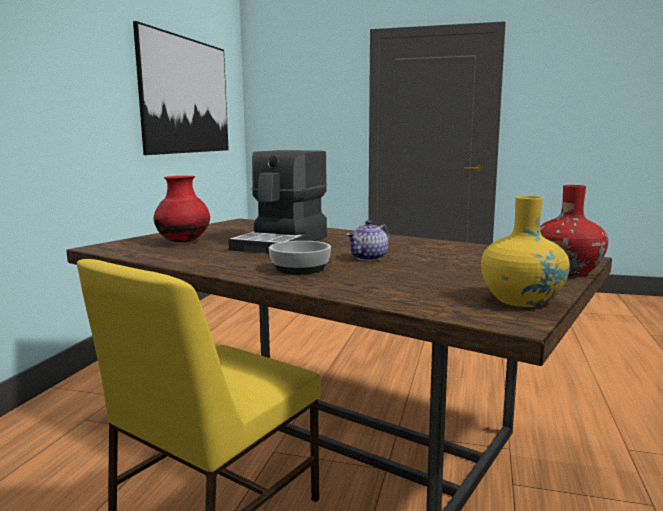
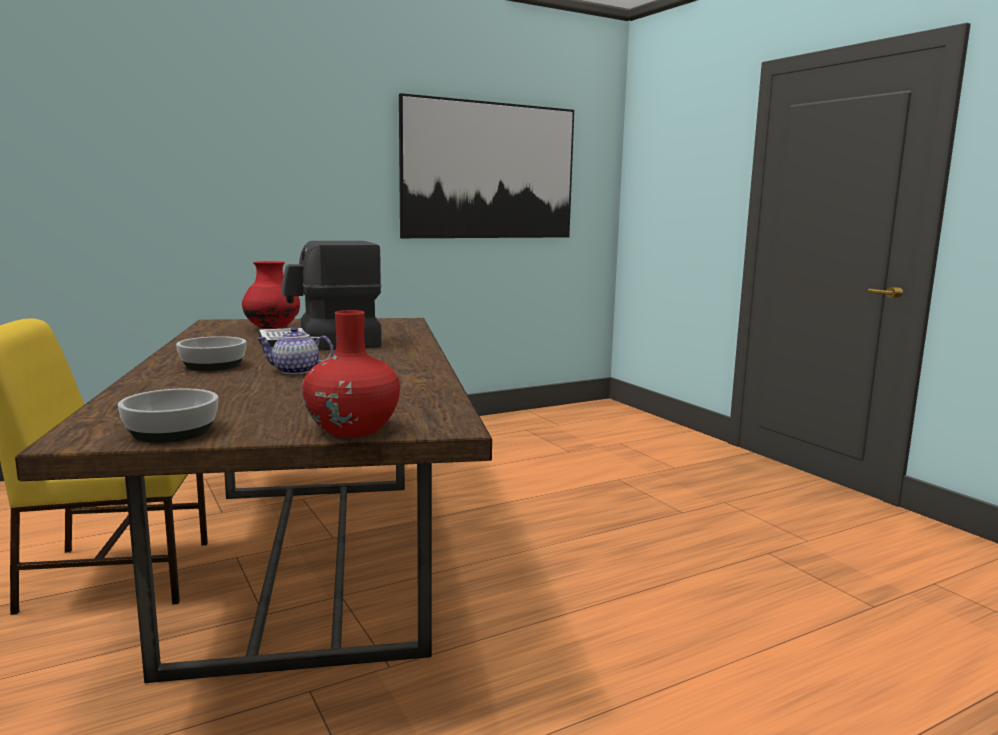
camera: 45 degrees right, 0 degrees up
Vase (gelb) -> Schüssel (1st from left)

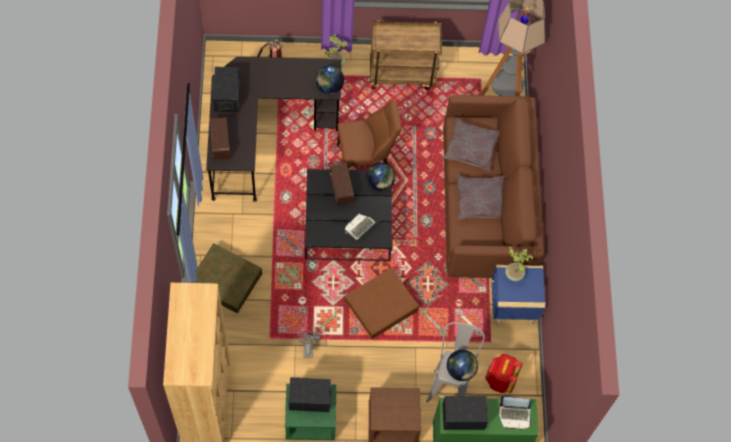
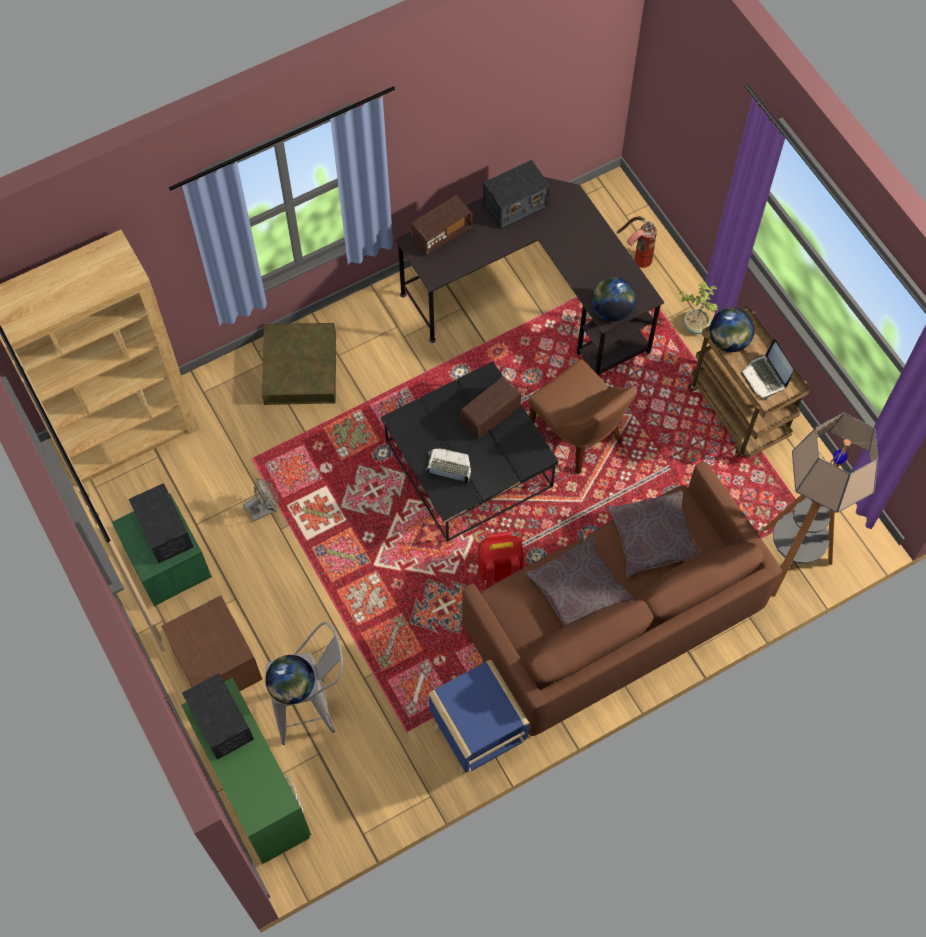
camera: 65 degrees right, 0 degrees up
Globus (2nd from left in the first image) -> Globus (3rd from left), move
Topfpflanze (2nd from left) -> none
Aufbewahrungsbox (braun) (2nd from left) -> none
Rucksack (rot), move
Laptop (2nd from left), move

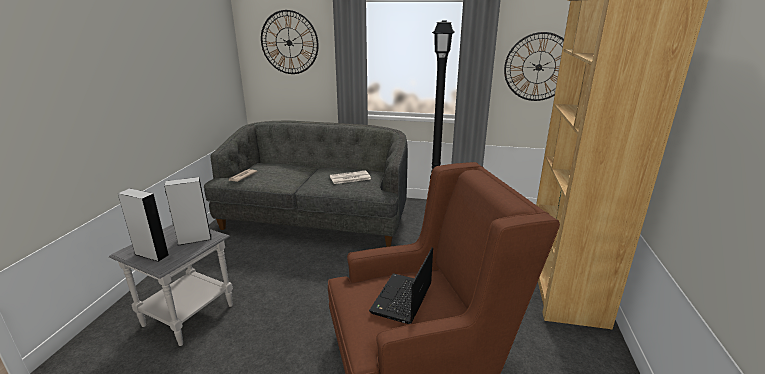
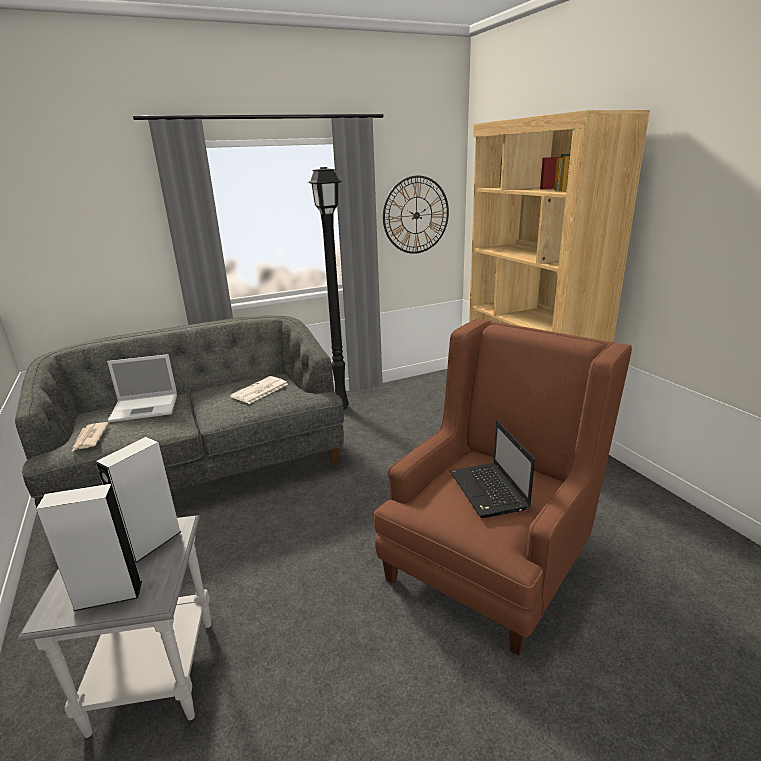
camera: 35 degrees left, 0 degrees up
Wanduhr (1st from left) -> none
none -> Laptop (1st from left)

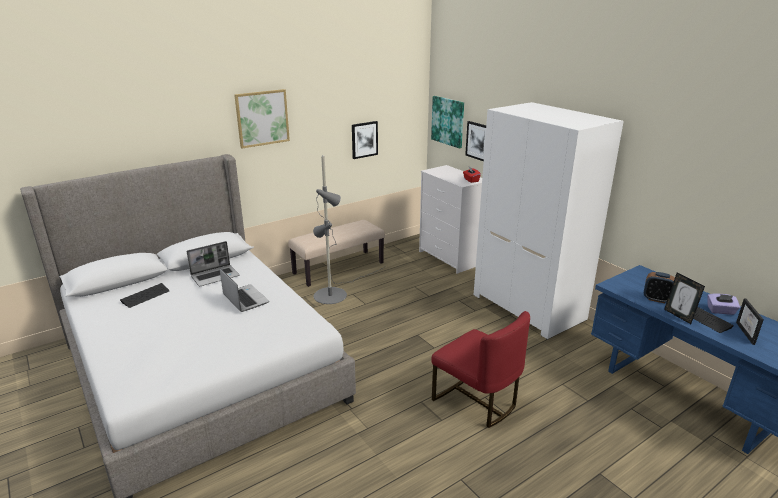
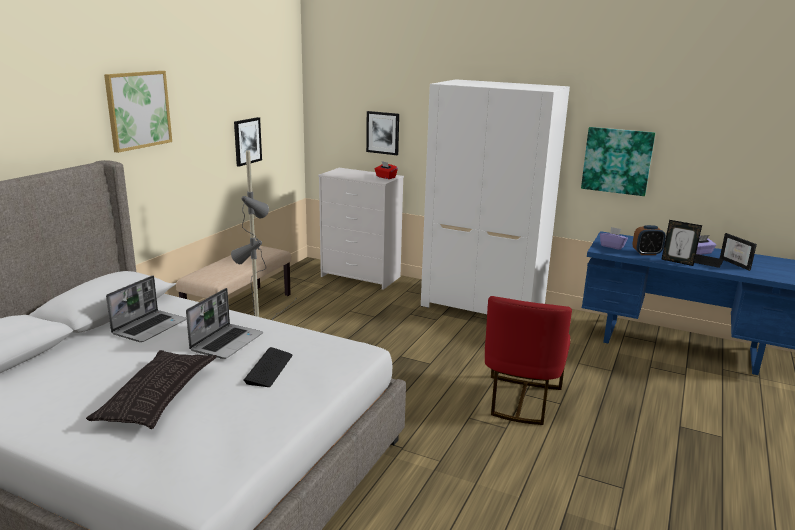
camera: 30 degrees left, 5 degrees down
Bild (3rd from left in the first image) -> Bild (4th from left), move
Laptop (2nd from left), 90 degrees clockwise
Tastatur (1st from left), move
Stuhl (rot), 90 degrees clockwise
none -> Taschentuchbox (lila) (1st from left)
none -> Kissen

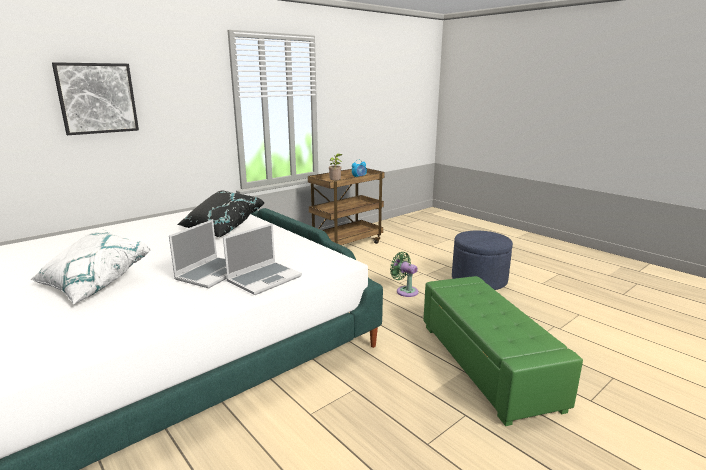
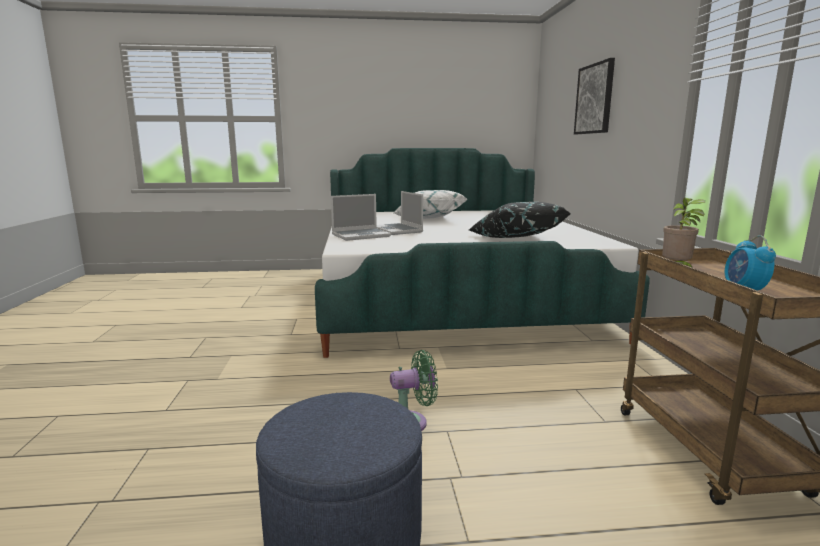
camera: 125 degrees right, 5 degrees down
Laptop (2nd from left in the first image) -> Laptop (1st from left), 105 degrees counterclockwise
Polsterhocker (grün) -> none

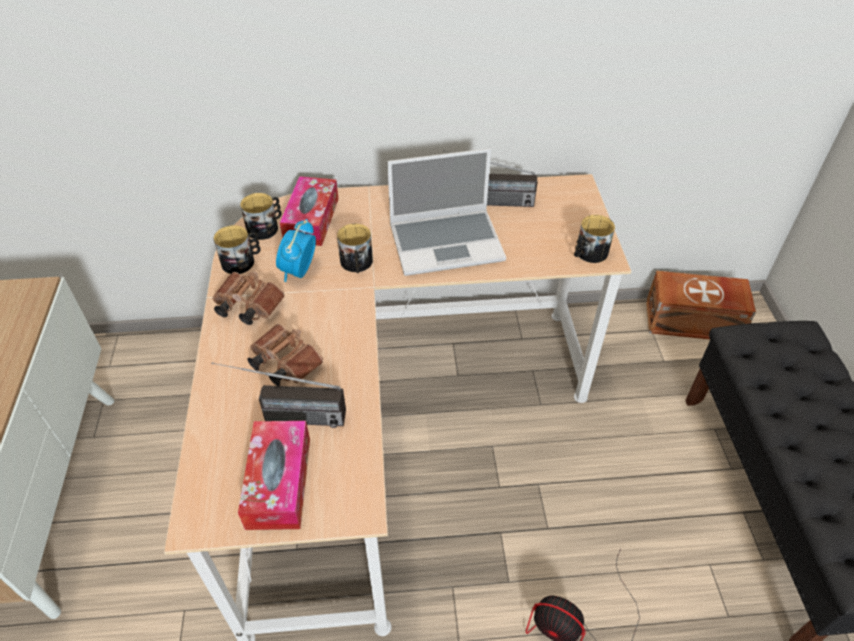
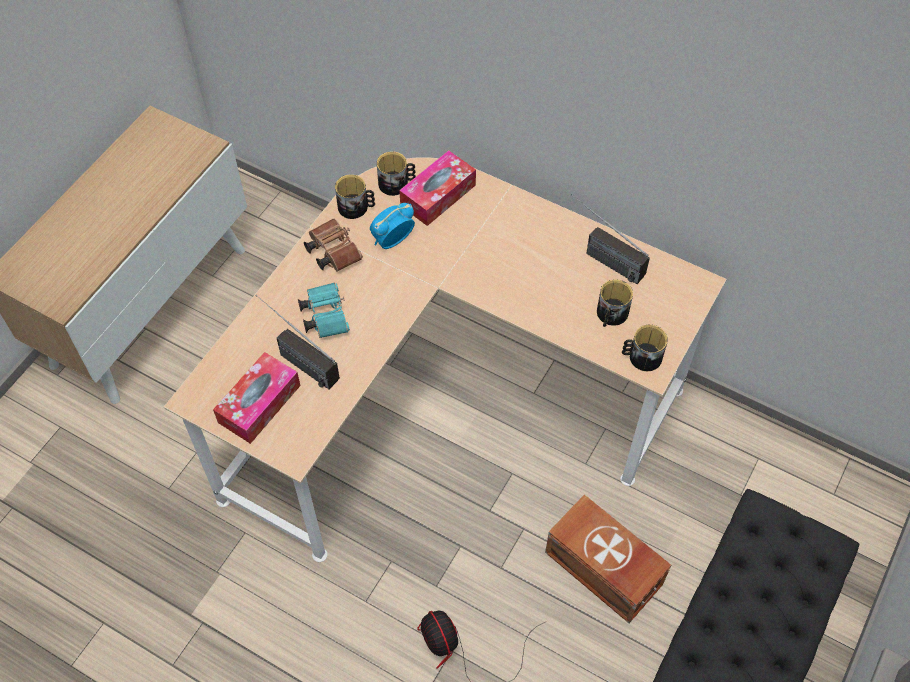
camera: 35 degrees right, 10 degrees up
Laptop -> none
Henkelbecher (3rd from left), move
Aufbewahrungsbox (braun), move
Fernglas (braun) (2nd from left) -> Fernglas (türkis)

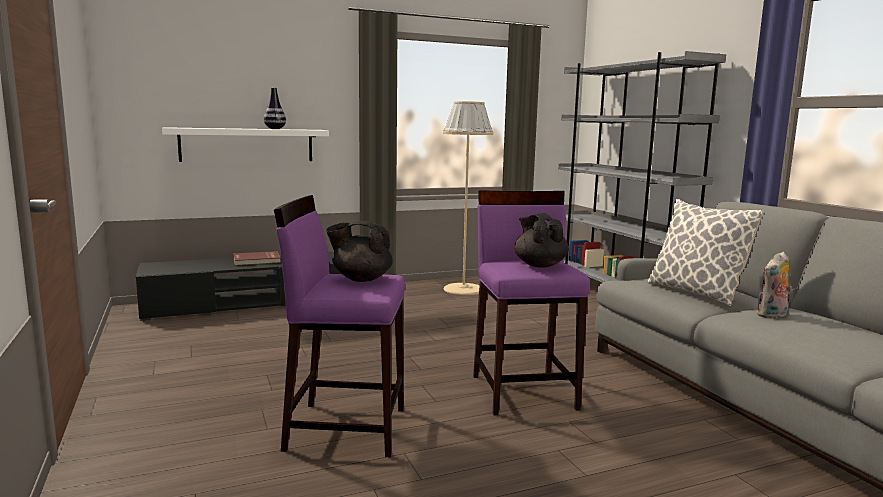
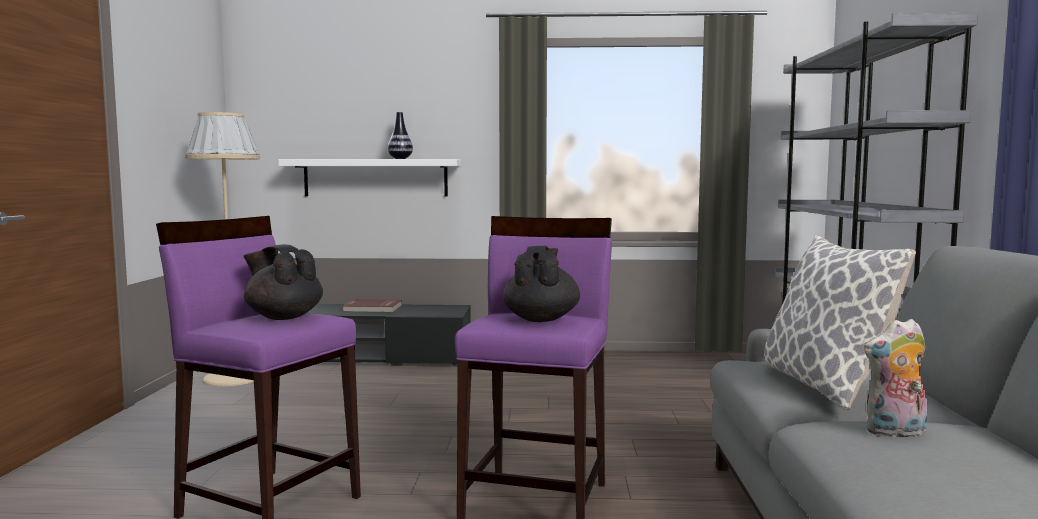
camera: 25 degrees right, 5 degrees down
Stehlampe (beige), move

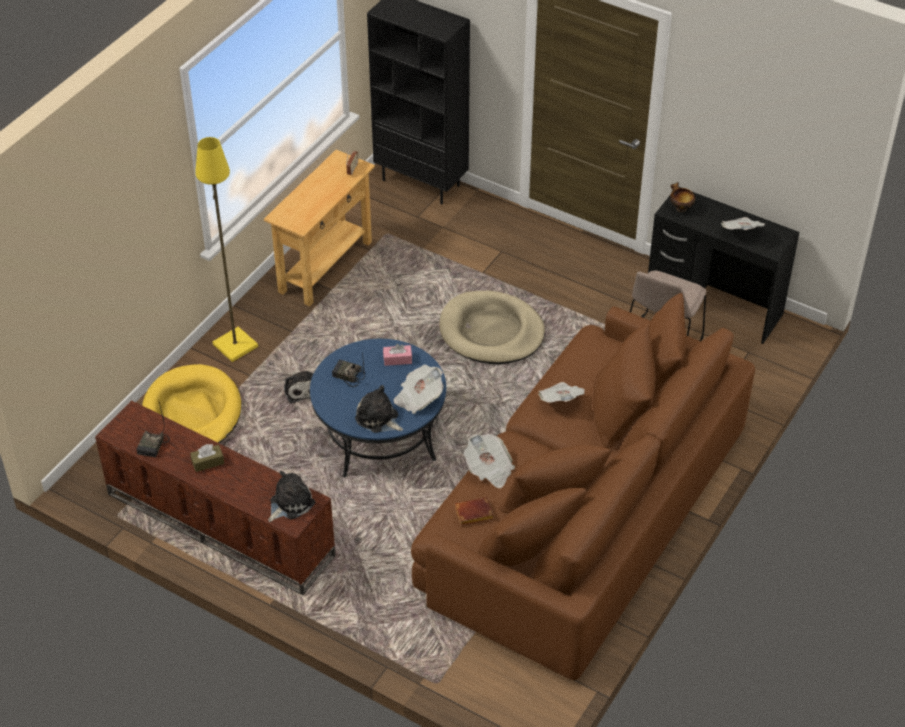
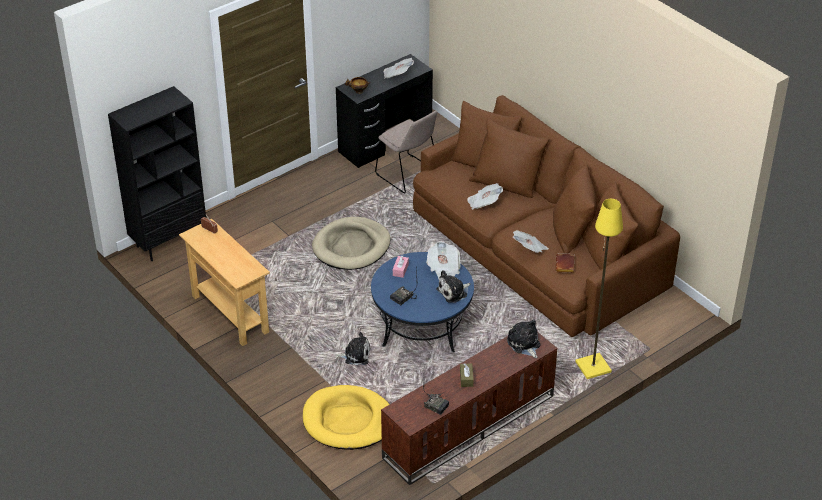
camera: 70 degrees left, 5 degrees down
Stehlampe (gelb), move

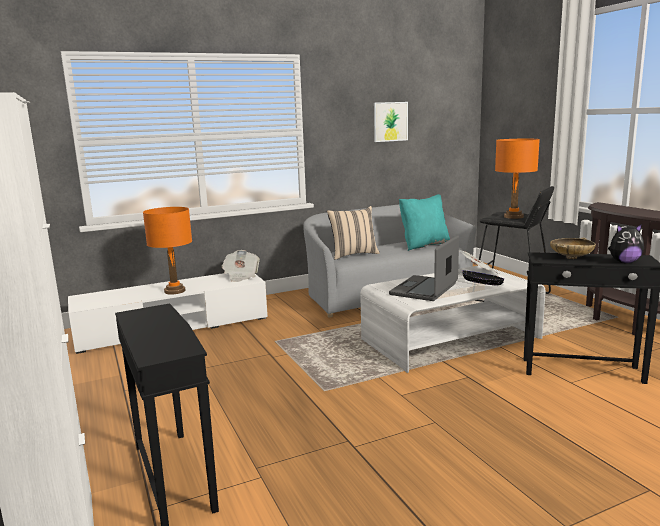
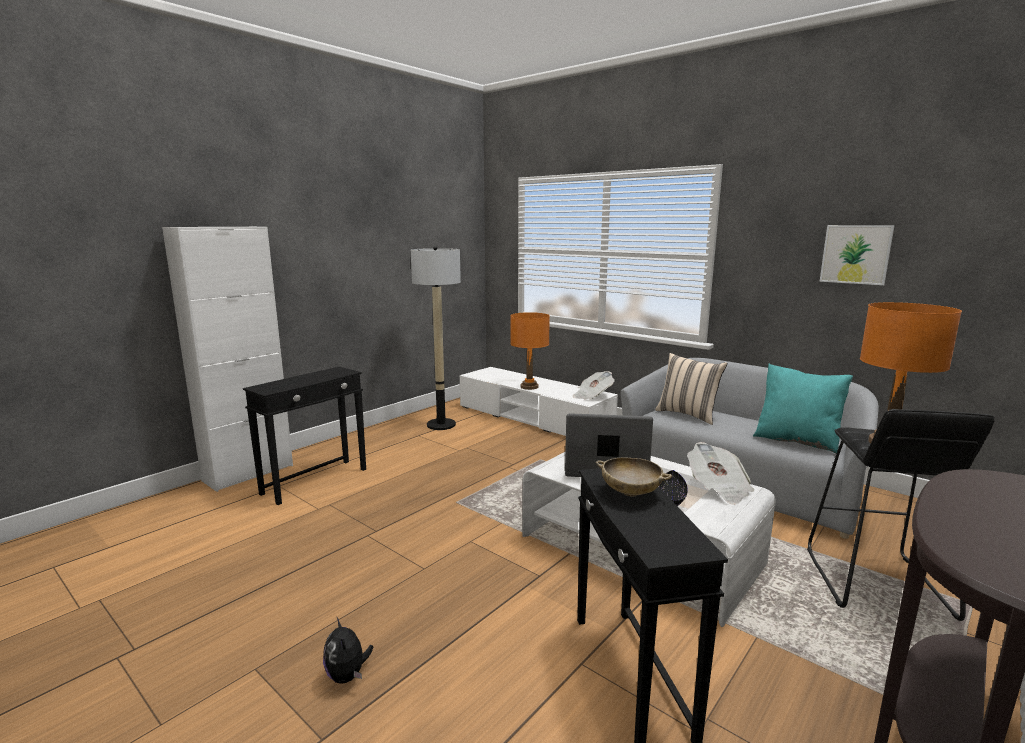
camera: 65 degrees right, 0 degrees up
Plüschtier, move
none -> Stehlampe

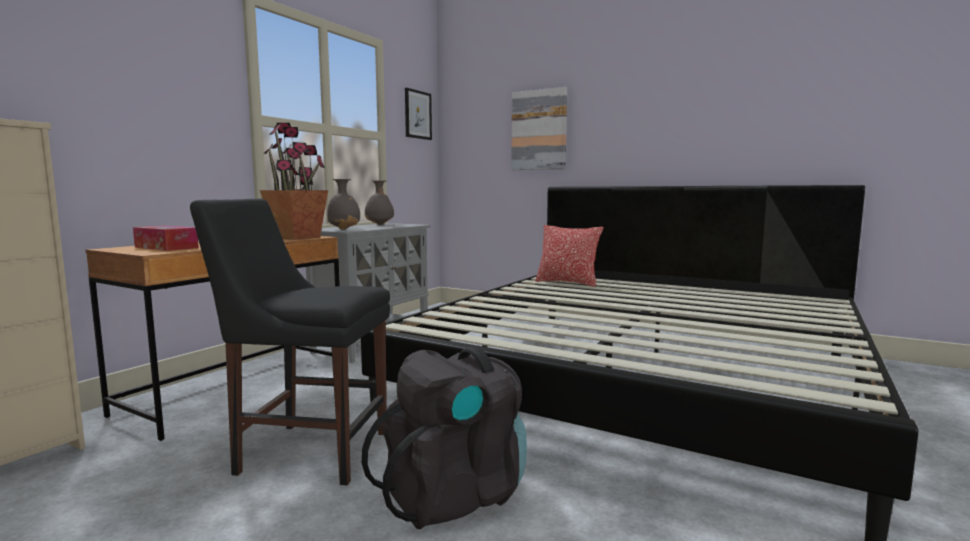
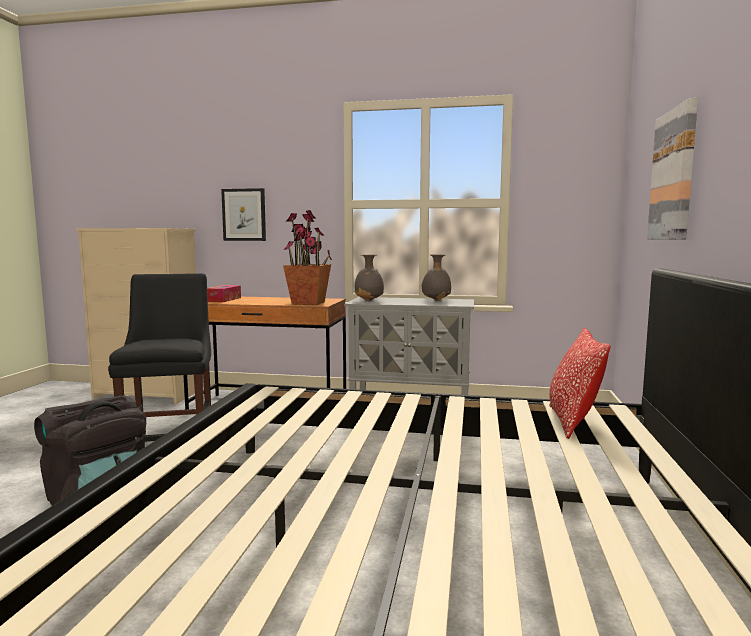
camera: 70 degrees right, 0 degrees up
Bild (1st from left), move

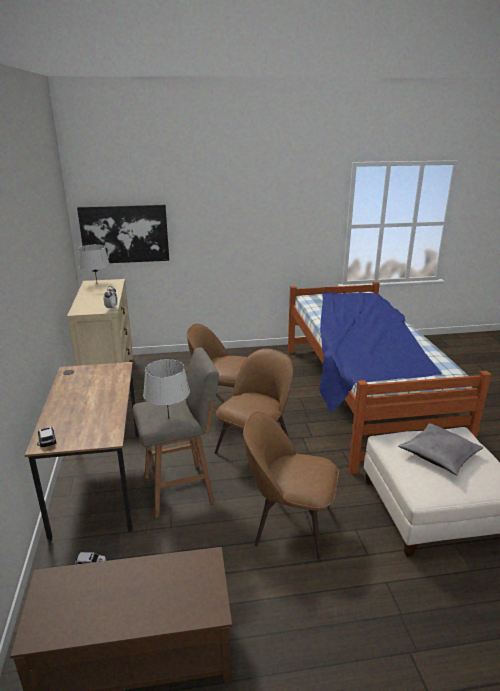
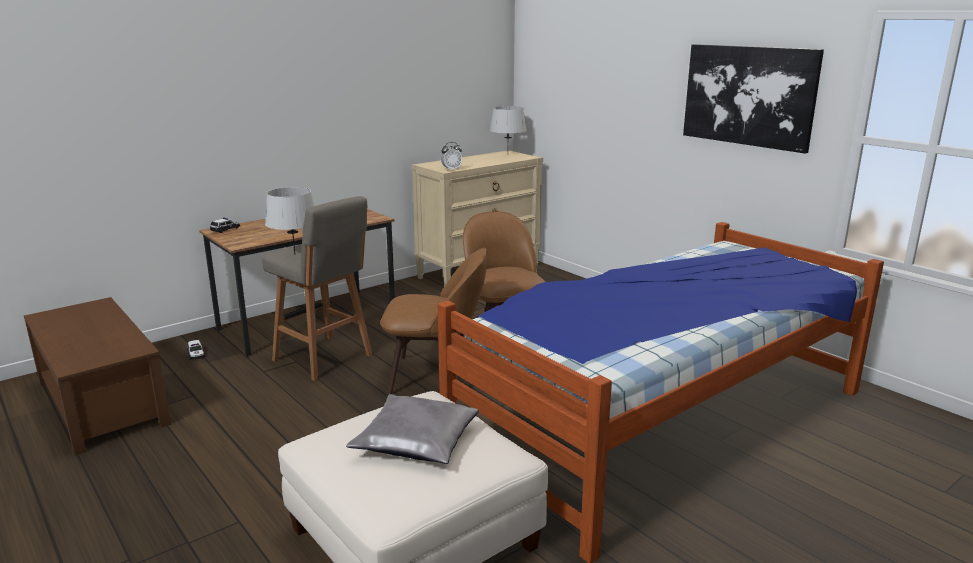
camera: 60 degrees right, 5 degrees down
Bild, move
Stuhl (braun) (3rd from left) -> none

